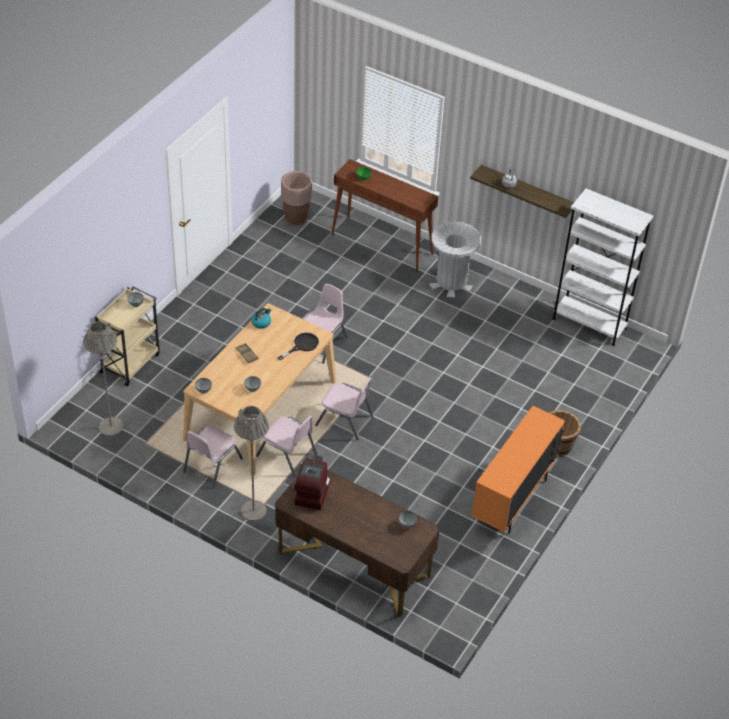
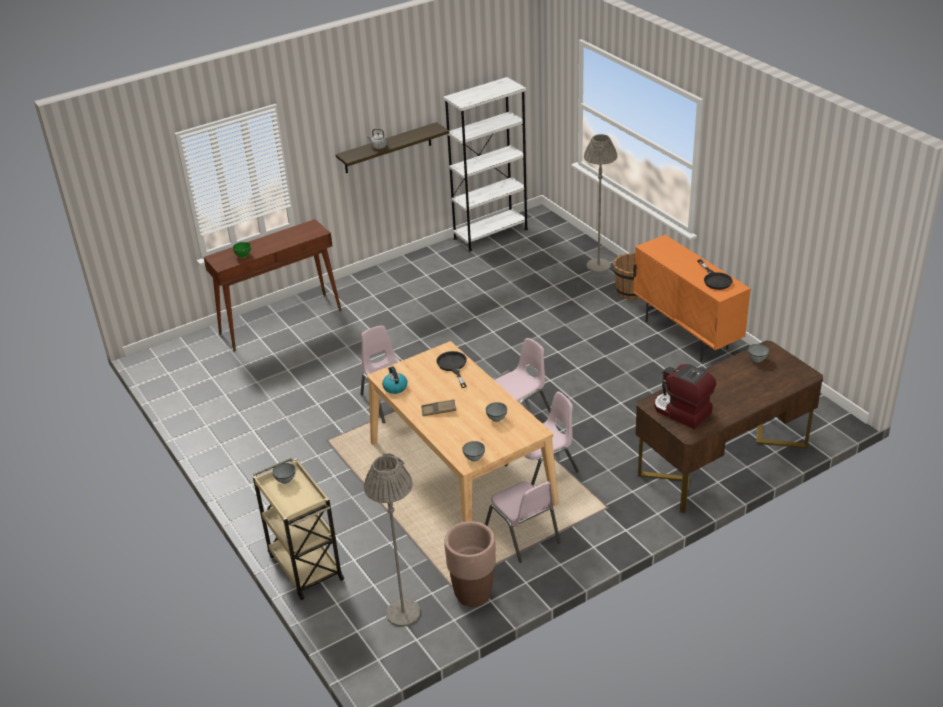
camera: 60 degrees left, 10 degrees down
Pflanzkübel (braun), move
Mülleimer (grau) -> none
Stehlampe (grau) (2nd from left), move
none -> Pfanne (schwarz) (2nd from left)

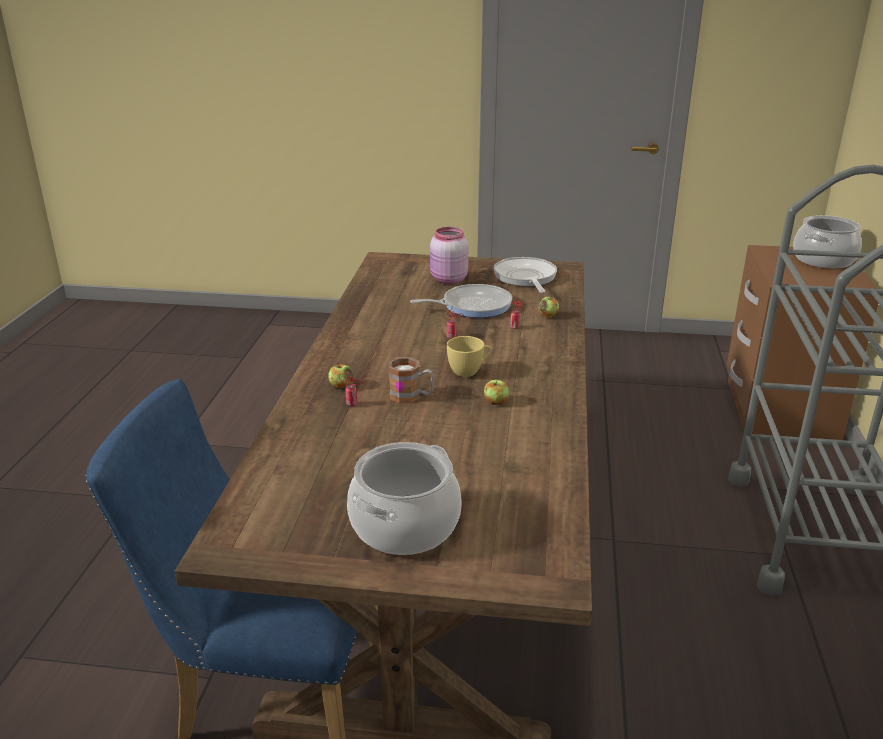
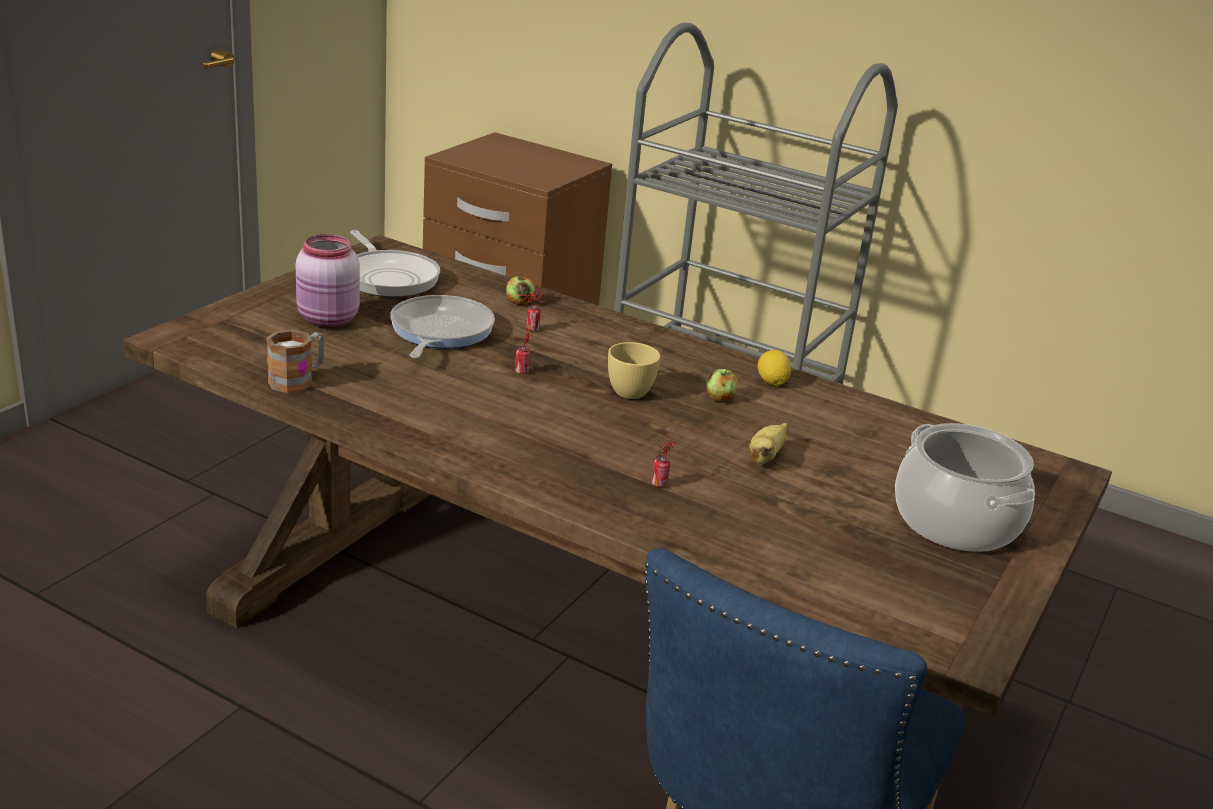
camera: 70 degrees left, 0 degrees up
Kochtopf (2nd from left) -> none
Pfanne (2nd from left in the first image) -> Pfanne (1st from left), 135 degrees counterclockwise
Henkelbecher, move
Apfel (1st from left) -> none
none -> Zitrone
none -> Banane

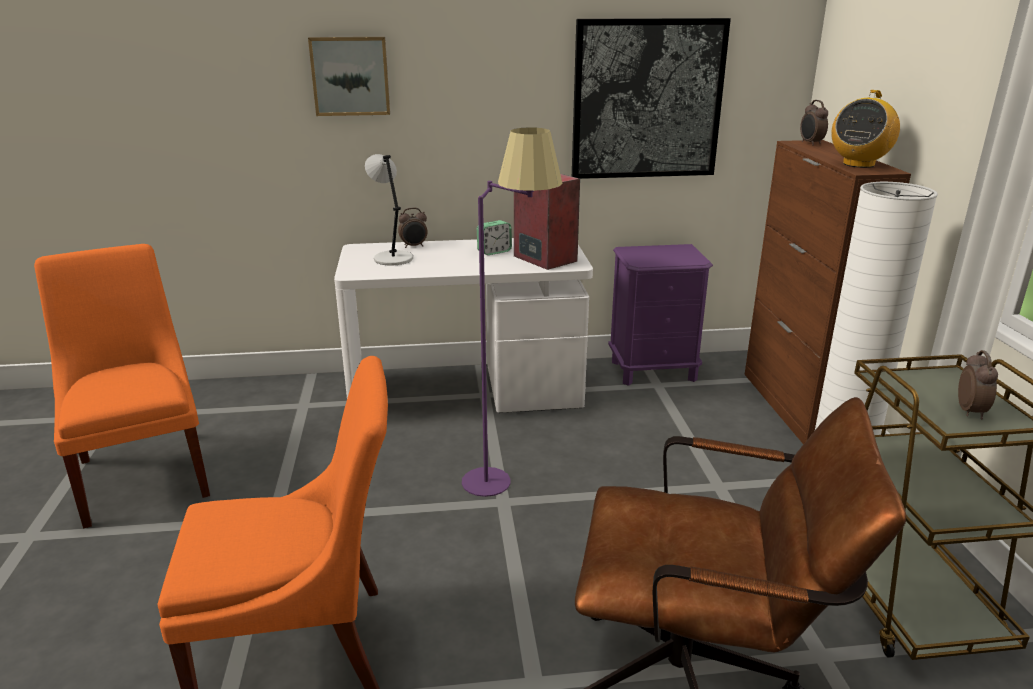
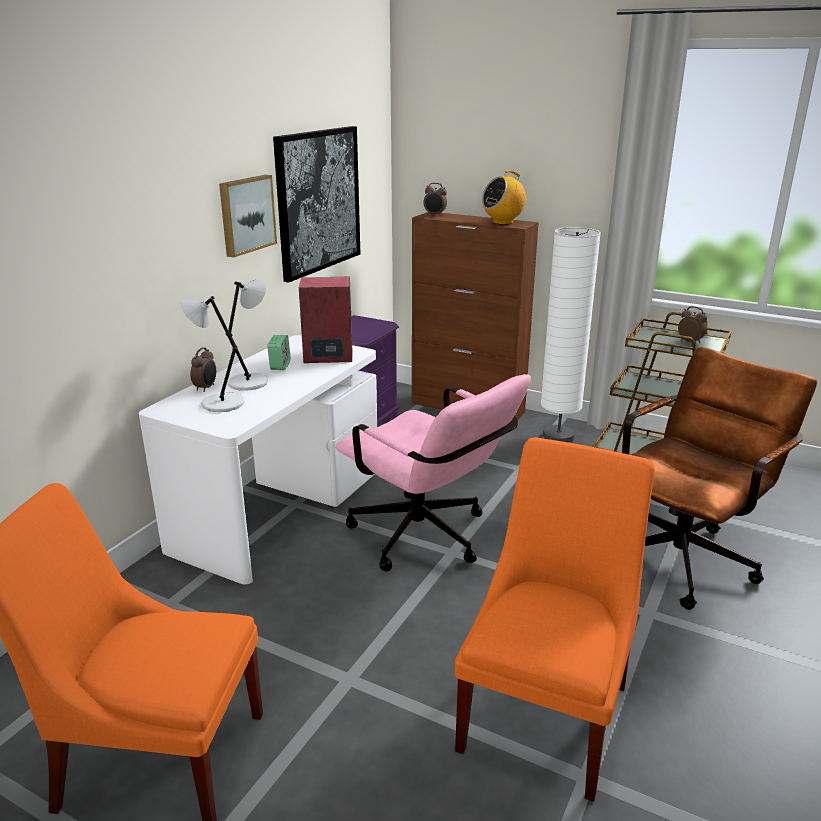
camera: 55 degrees left, 0 degrees up
Bild (1st from left), move
Radio, 75 degrees clockwise
Stehlampe (lila) -> Bürostuhl (rosa)
none -> Tischlampe (grau) (2nd from left)

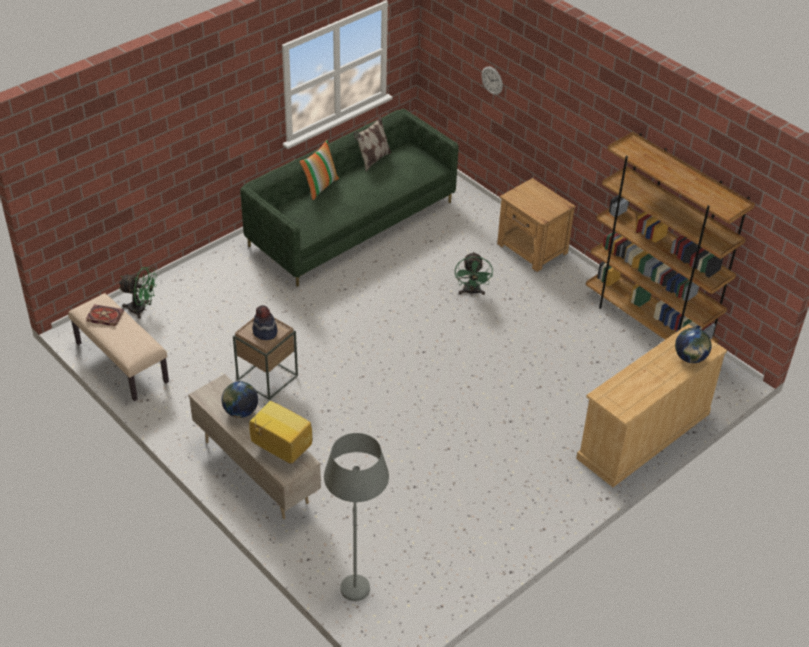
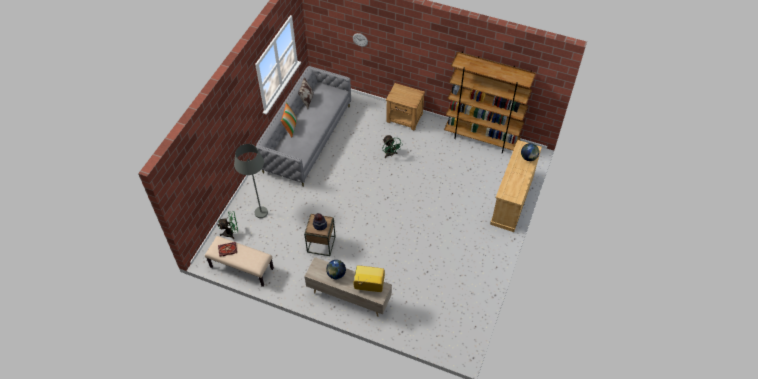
camera: 25 degrees left, 10 degrees up
Sofa (grün) -> Sofa (grau)
Stehlampe (grau), move

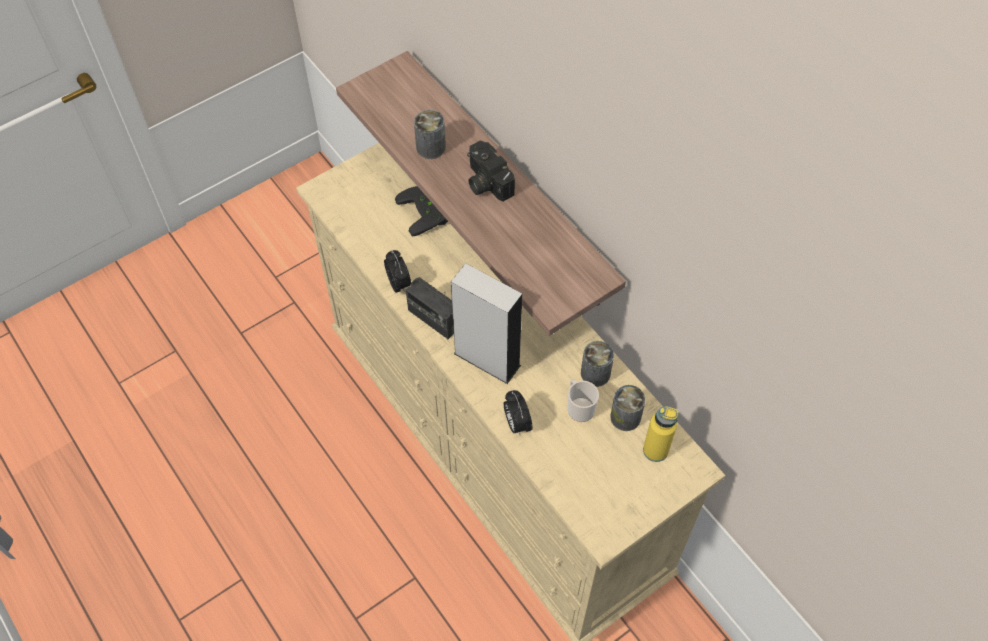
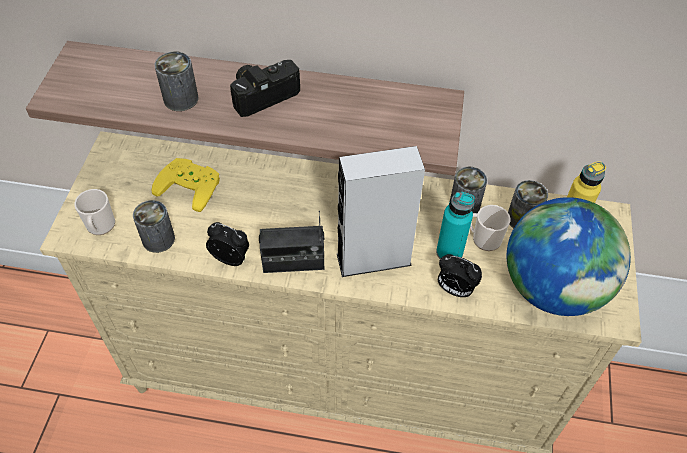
camera: 45 degrees left, 5 degrees down
Kamera, 135 degrees clockwise
Gamepad (schwarz) -> Gamepad (gelb)
none -> Henkelbecher (1st from left)
none -> Flasche (türkis)
none -> Globus
none -> Dose (1st from left)

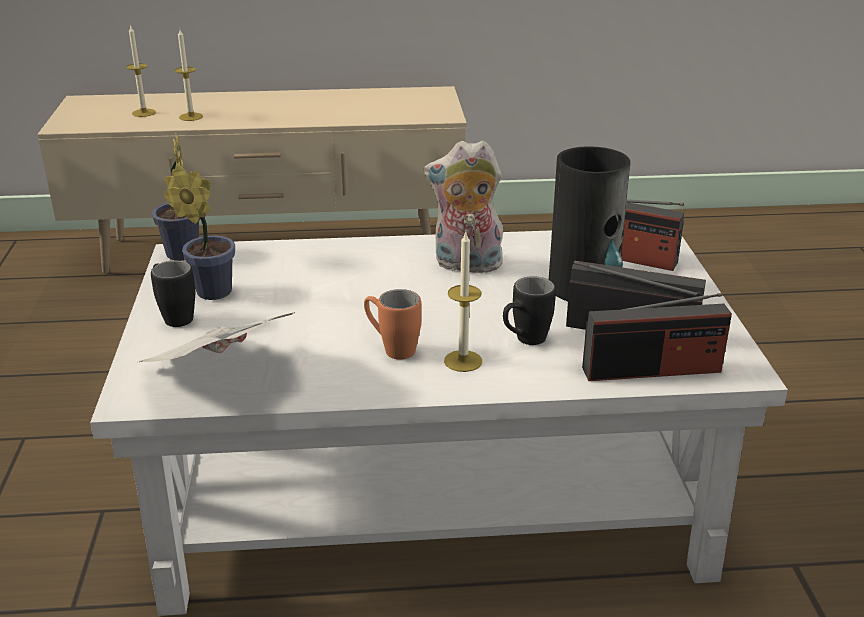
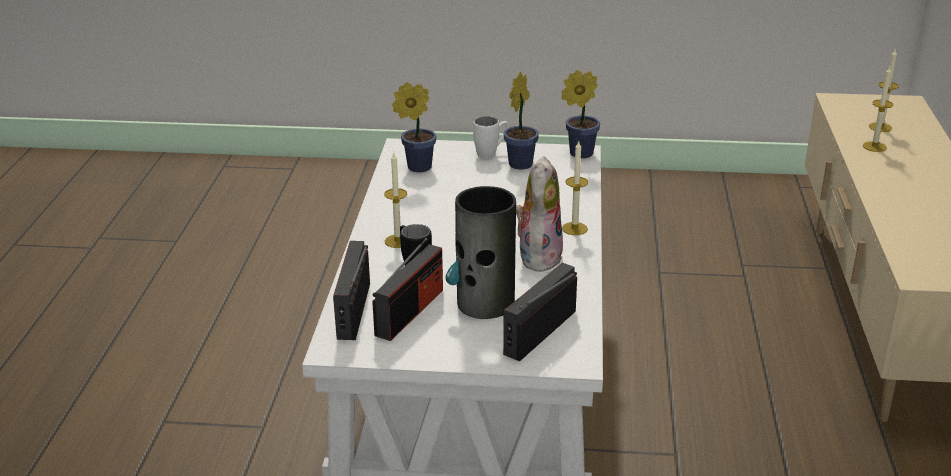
camera: 100 degrees right, 0 degrees up
Henkelbecher (schwarz) (1st from left) -> Henkelbecher (weiß)
Henkelbecher (orange) -> none
Zeitung -> Topfpflanze (1st from left)
none -> Kerze (2nd from left)

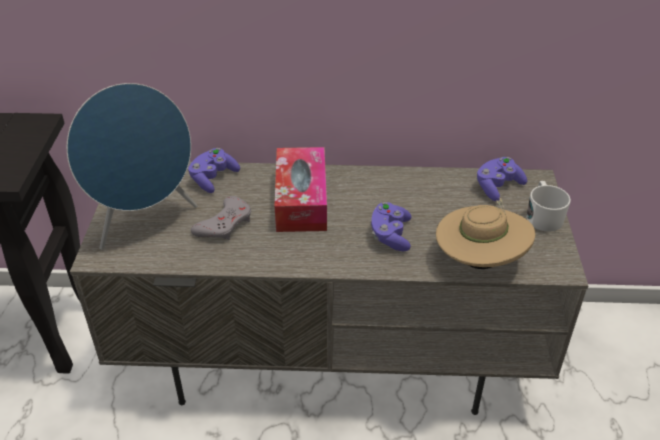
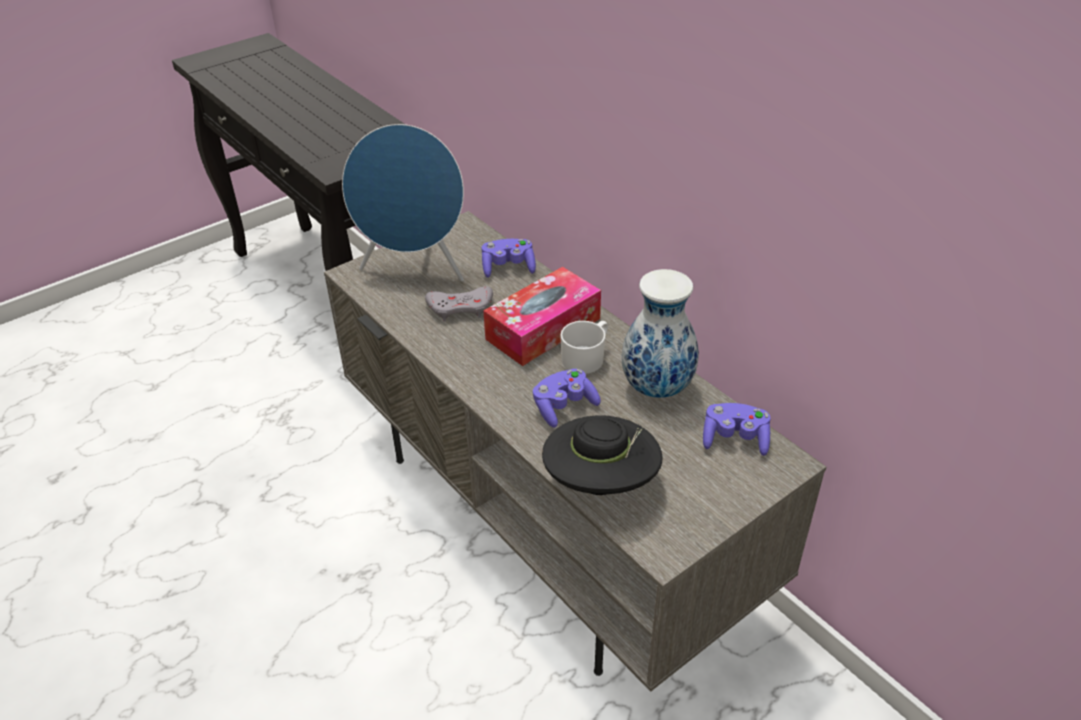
camera: 50 degrees right, 0 degrees up
Henkelbecher (weiß), move
Hut (beige) -> Hut (schwarz)
none -> Vase

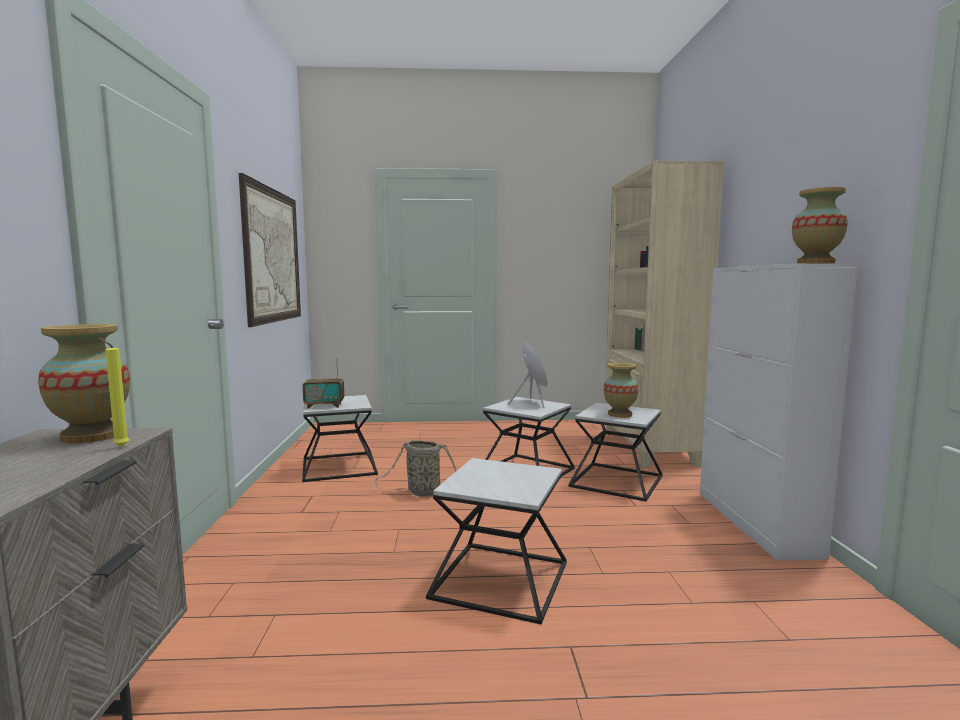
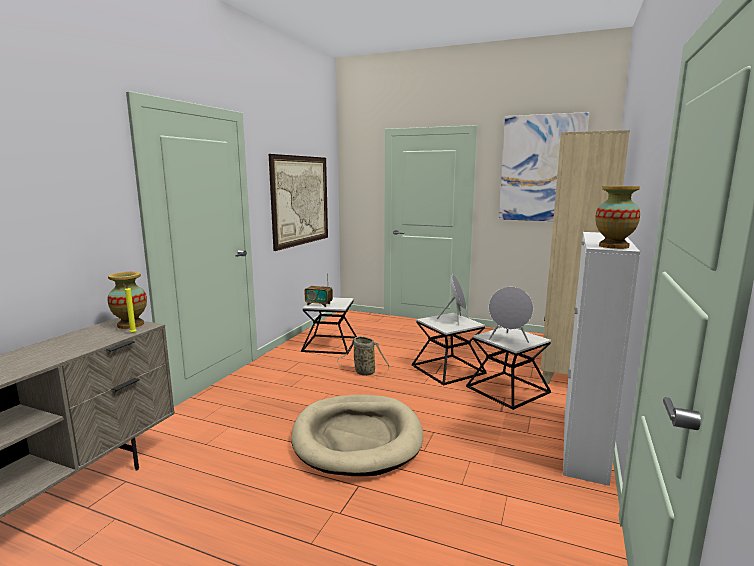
camera: 25 degrees right, 5 degrees up
Vase (2nd from left) -> Lautsprecher (grau) (2nd from left)
Beistelltisch (2nd from left) -> Hundebett (beige)
none -> Bild (2nd from left)

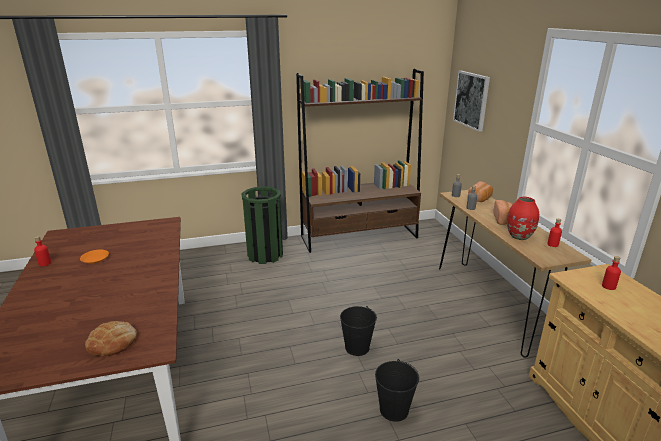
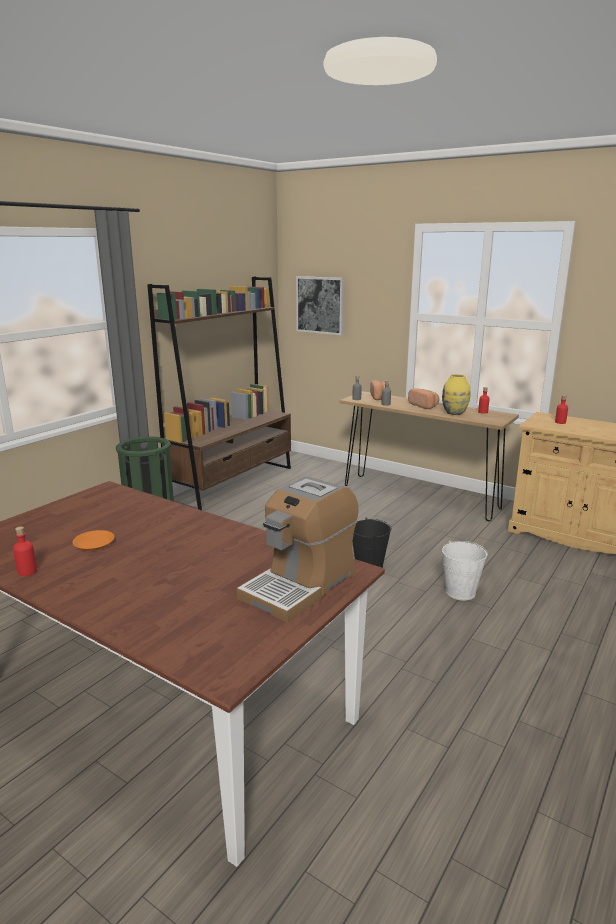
camera: 40 degrees left, 5 degrees down
Vase (rot) -> Vase (gelb)
Brot (1st from left) -> Kaffeemaschine
Eimer (schwarz) (2nd from left) -> Eimer (weiß)

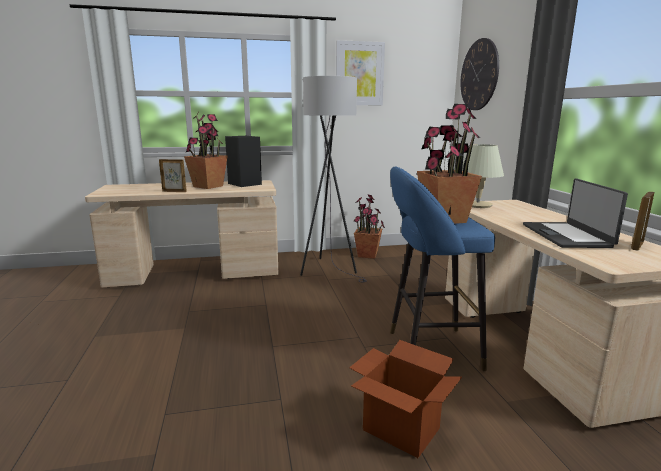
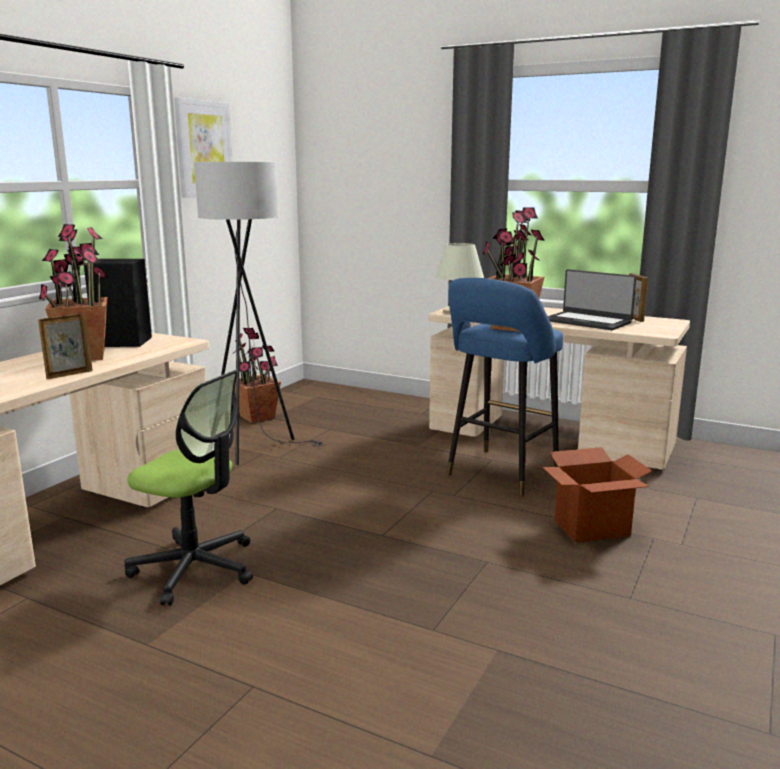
camera: 50 degrees left, 0 degrees up
Wanduhr -> none
none -> Bürostuhl

